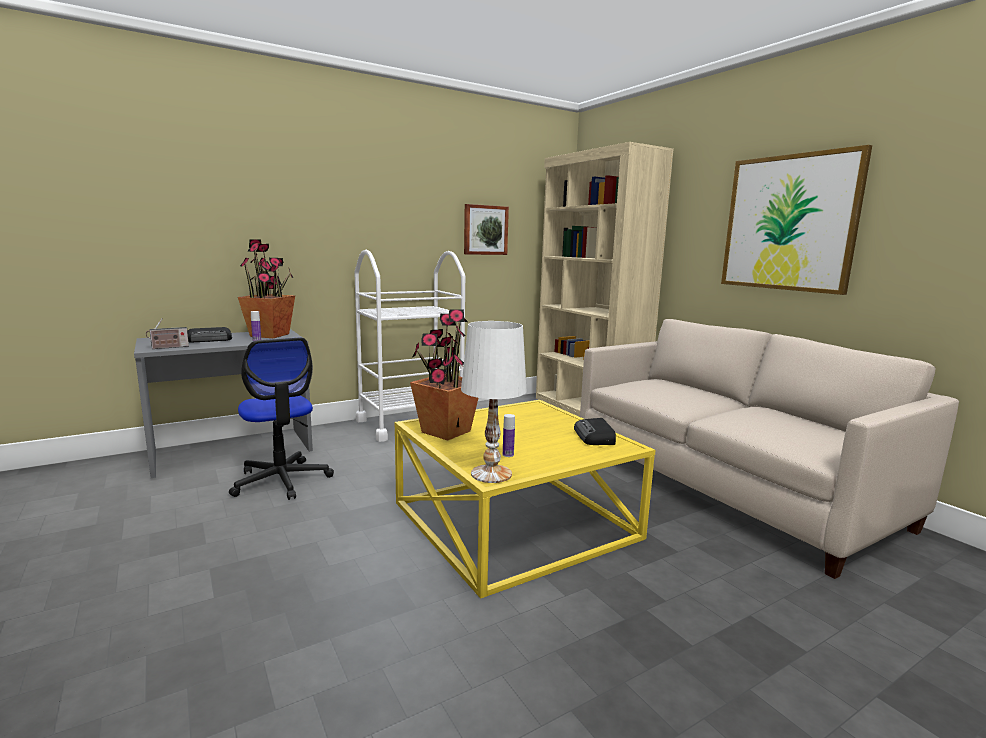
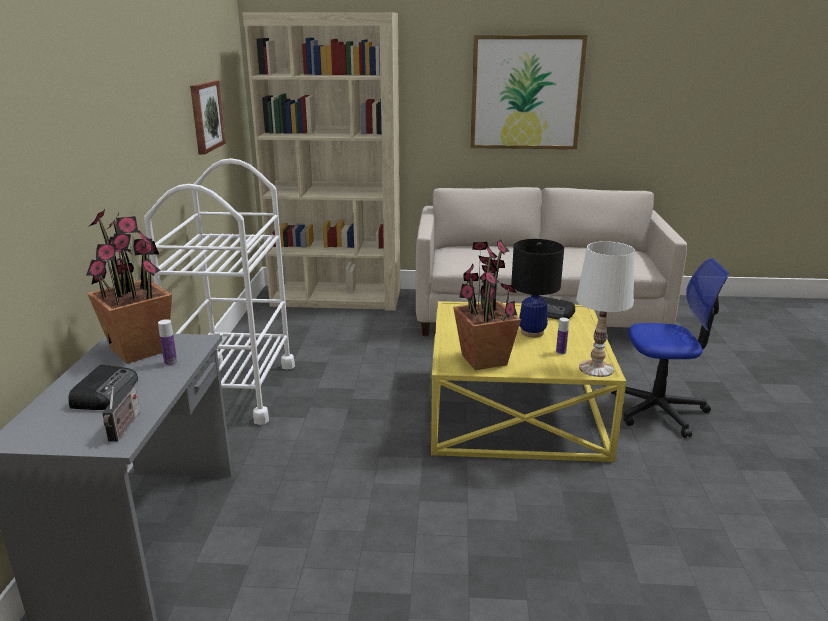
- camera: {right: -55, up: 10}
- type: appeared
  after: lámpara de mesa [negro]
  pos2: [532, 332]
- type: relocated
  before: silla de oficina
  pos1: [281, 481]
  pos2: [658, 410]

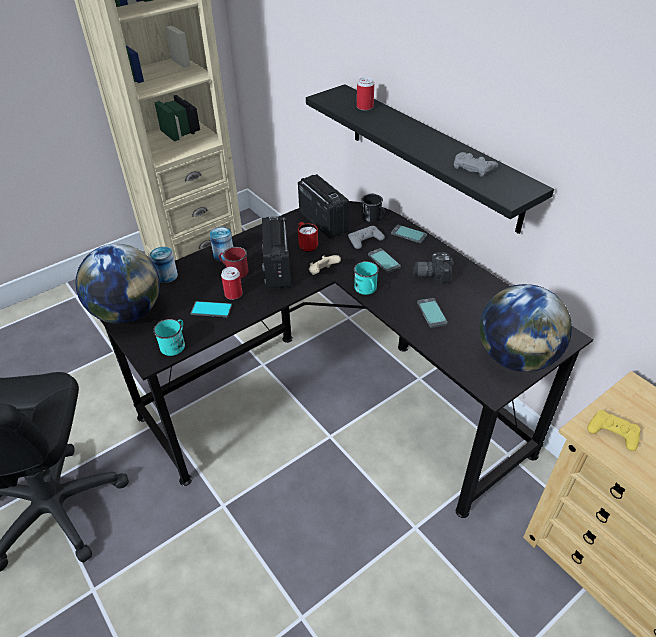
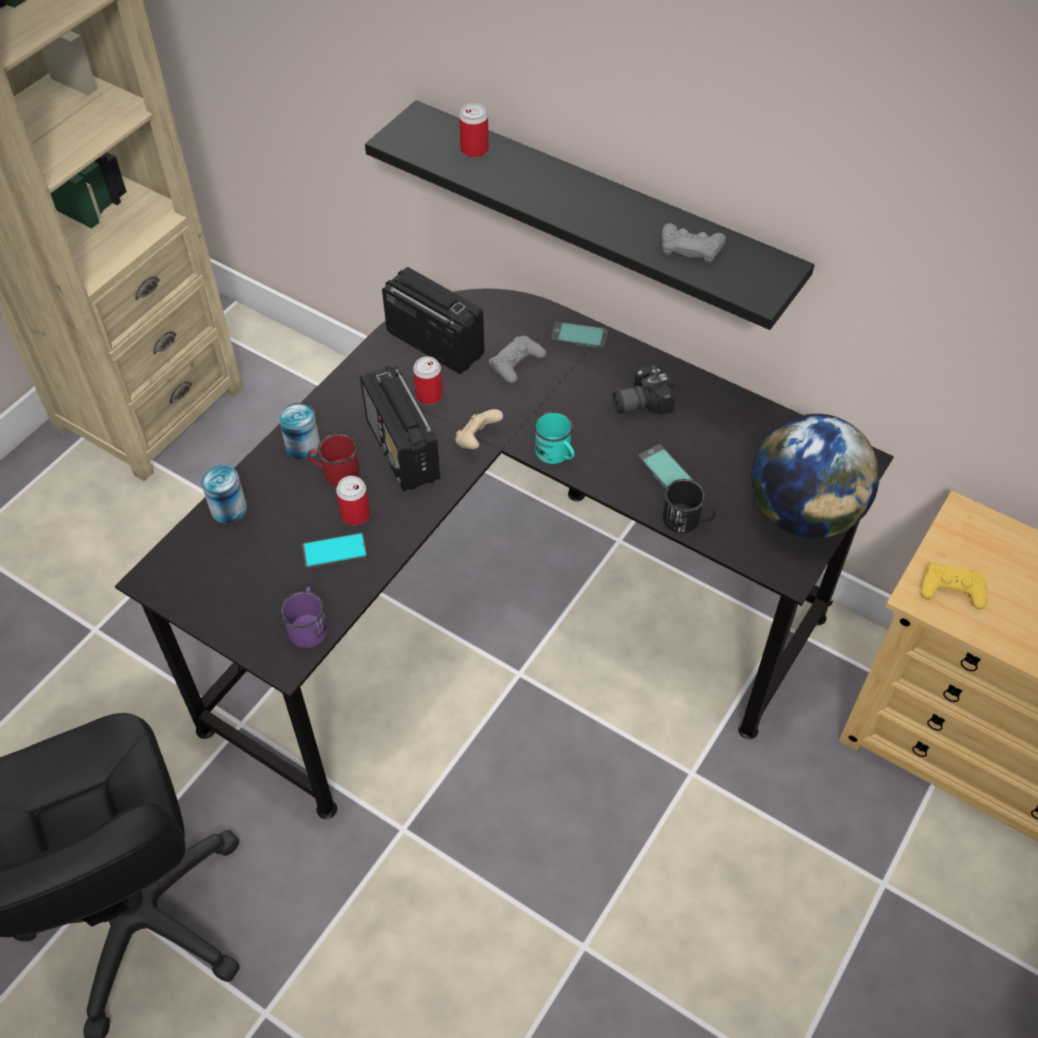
- camera: {right: -20, up: 10}
- type: colour
  before: taza grande [turquesa]
  after: taza grande [morado]
  pos1: [175, 344]
  pos2: [309, 625]
- type: exchanged
  before: taza grande [rojo]
  after: lata
  pos1: [307, 245]
  pos2: [429, 395]
- type: relocated
  before: taza grande [negro]
  pos1: [374, 218]
  pos2: [687, 521]
- type: missing
  before: globo terráqueo
  pos1: [128, 312]
- type: missing
  before: móvil
  pos1: [383, 261]

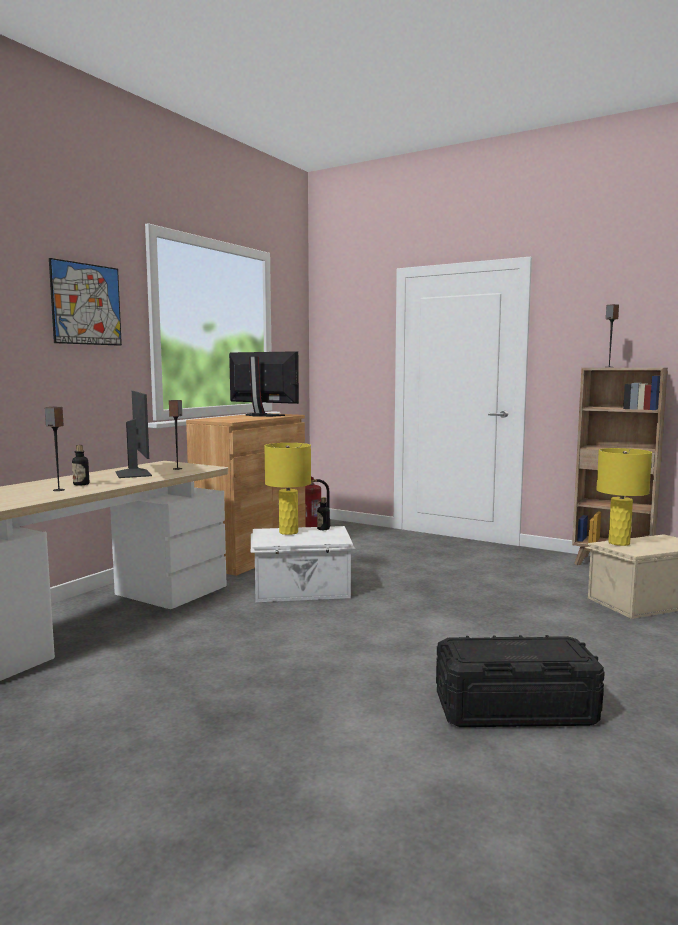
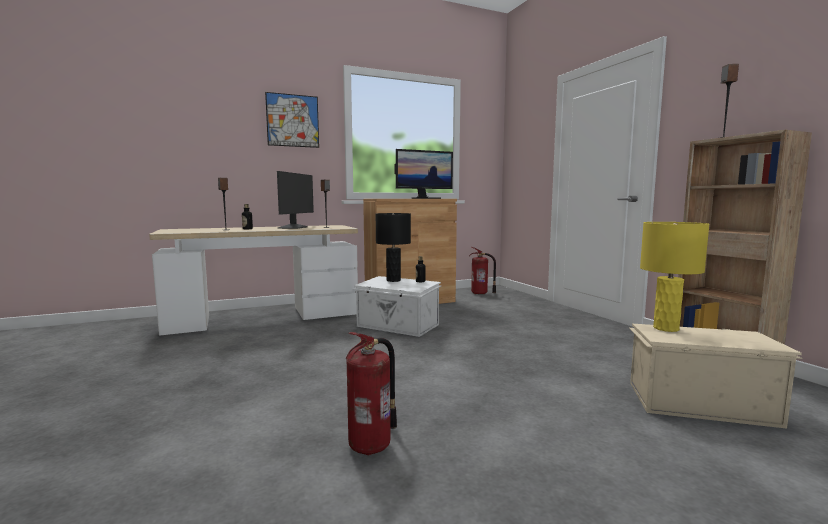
- camera: {right: 35, up: 0}
- type: exchanged
  before: caja de almacenaje [negro]
  after: extintor
  pos1: [515, 709]
  pos2: [372, 445]
- type: colour
  before: lámpara de mesa [amarillo]
  after: lámpara de mesa [negro]
  pos1: [288, 532]
  pos2: [393, 280]
- type: spun
  before: monitor
  pos1: [262, 415]
  pos2: [423, 198]
  turn: 90

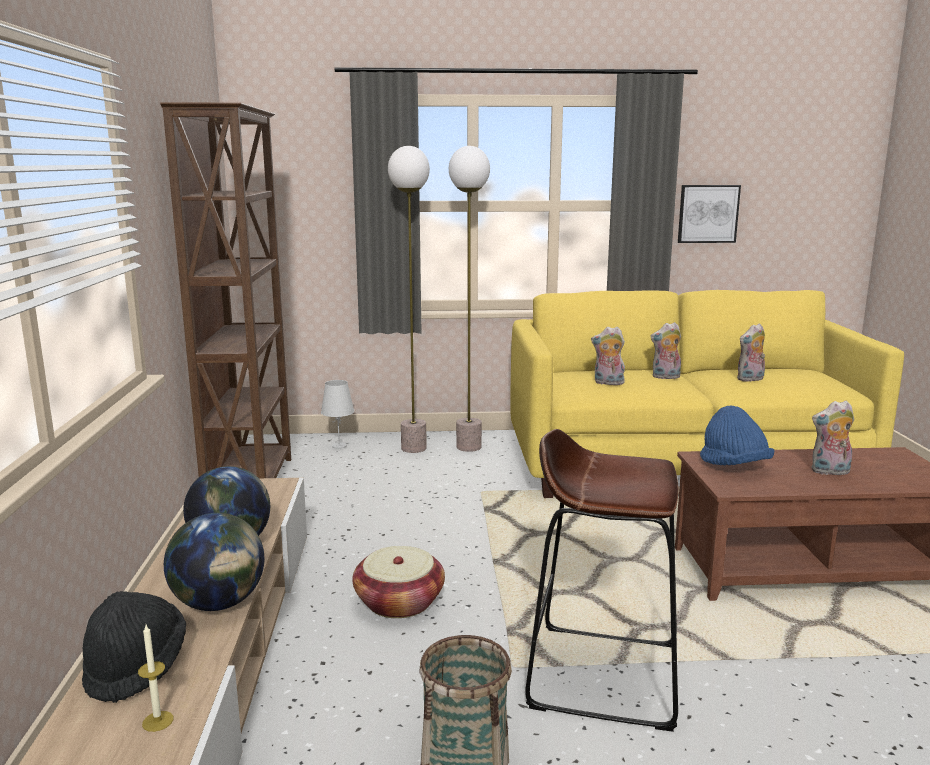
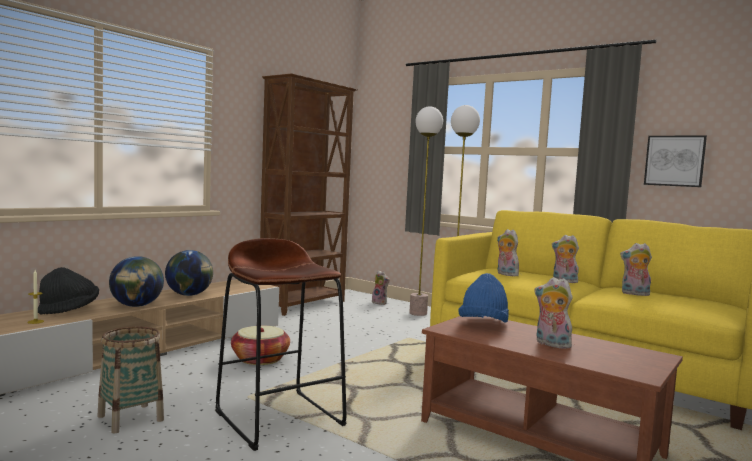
- camera: {right: 40, up: -10}
- type: exchanged
  before: lámpara de mesa [blanco]
  after: peluche
  pos1: [339, 446]
  pos2: [380, 303]

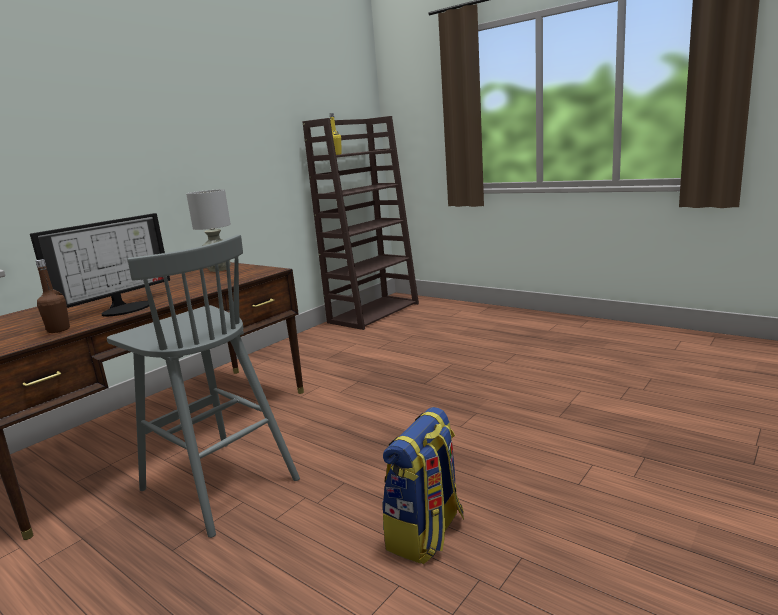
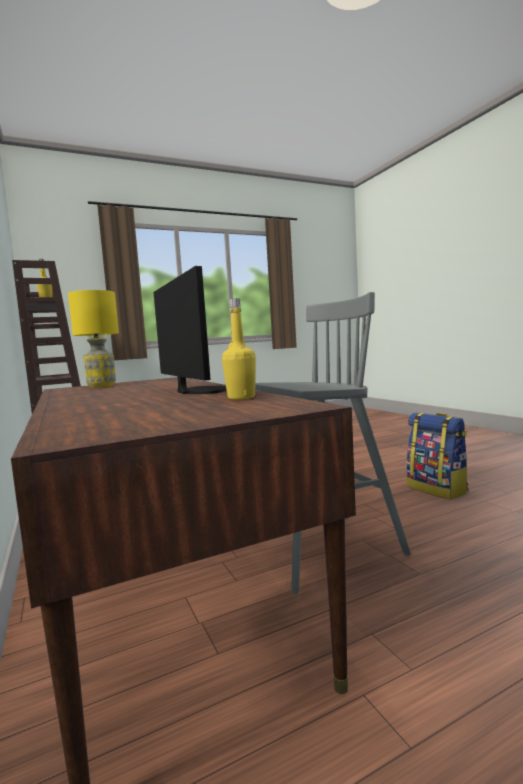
- camera: {right: -65, up: -10}
- type: colour
  before: lámpara de mesa [gris]
  after: lámpara de mesa [amarillo]
  pos1: [219, 269]
  pos2: [101, 386]
- type: colour
  before: botella [marrón]
  after: botella [amarillo]
  pos1: [58, 330]
  pos2: [241, 397]

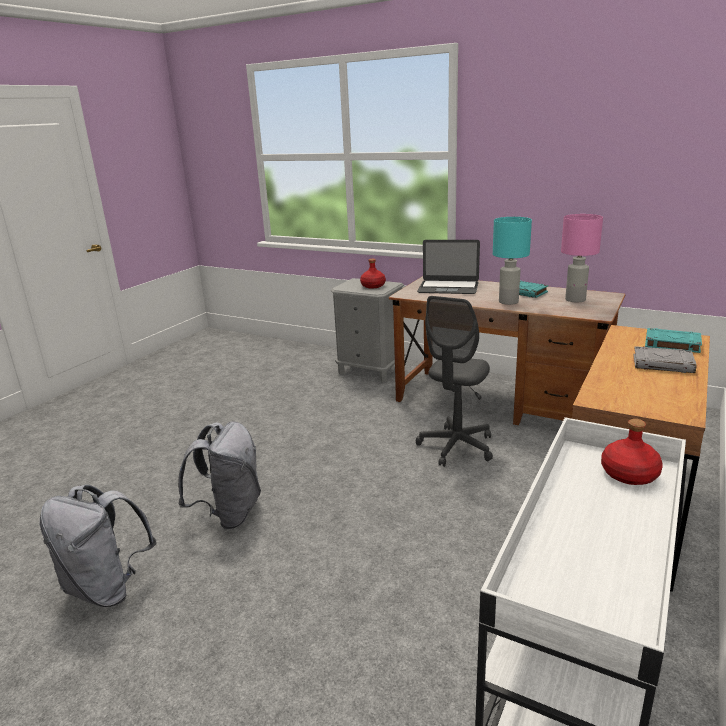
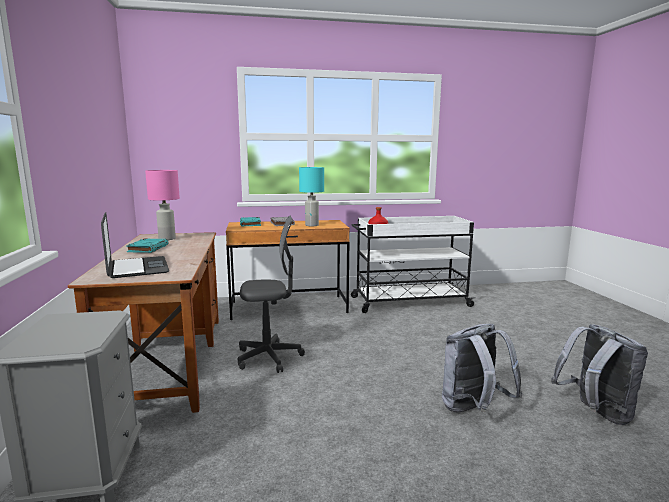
- camera: {right: -130, up: -10}
- type: relocated
  before: lámpara de mesa [turquesa]
  pos1: [508, 302]
  pos2: [312, 225]
- type: missing
  before: botella [rojo]
  pos1: [373, 286]

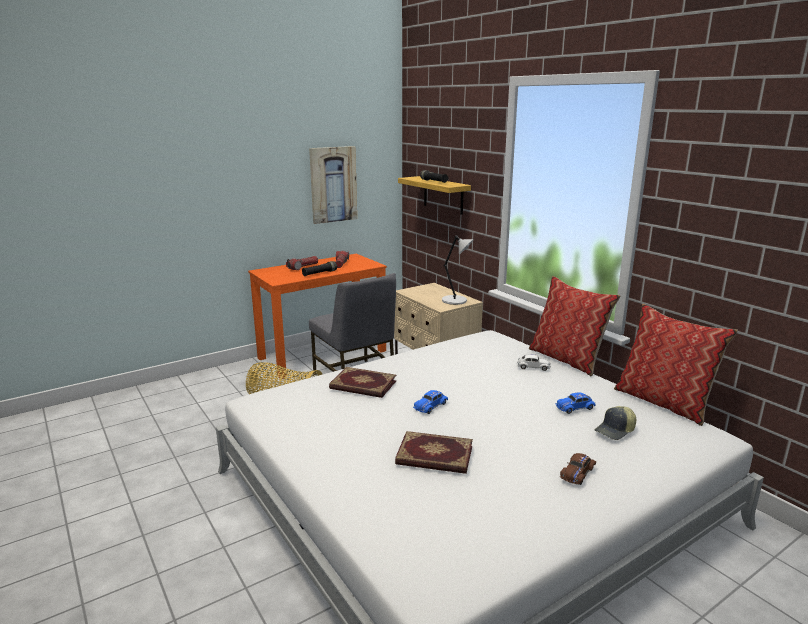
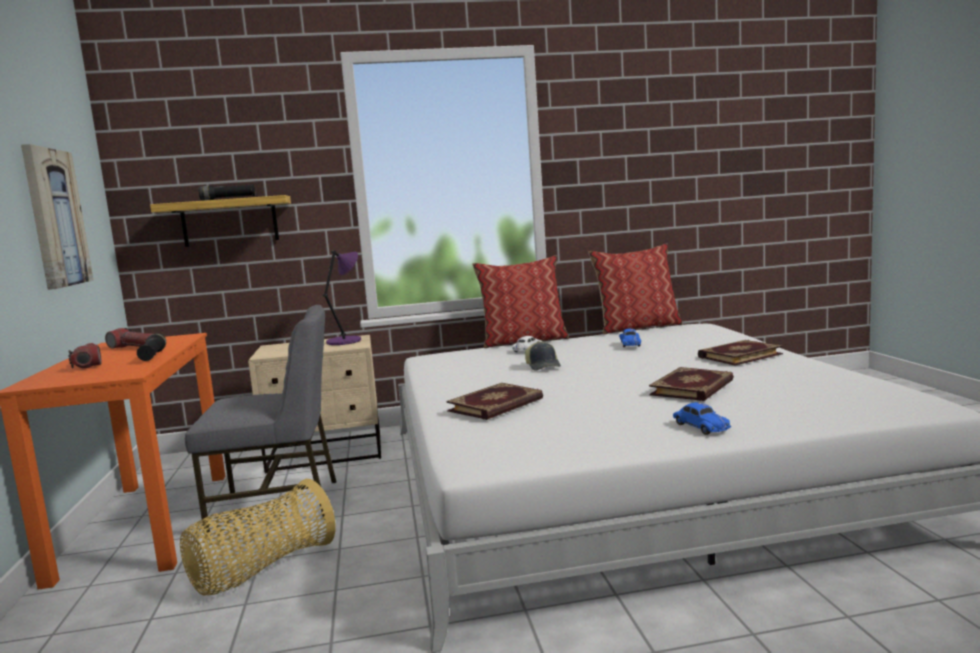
- camera: {right: -65, up: -10}
- type: colour
  before: lámpara de mesa [gris]
  after: lámpara de mesa [morado]
  pos1: [456, 300]
  pos2: [346, 341]
- type: relocated
  before: gorra
  pos1: [615, 431]
  pos2: [543, 366]
- type: relocated
  before: coche de juguete [azul]
  pos1: [430, 406]
  pos2: [701, 427]
- type: exchanged
  before: coche de juguete [marrón]
  after: libro
  pos1: [577, 473]
  pos2: [739, 355]

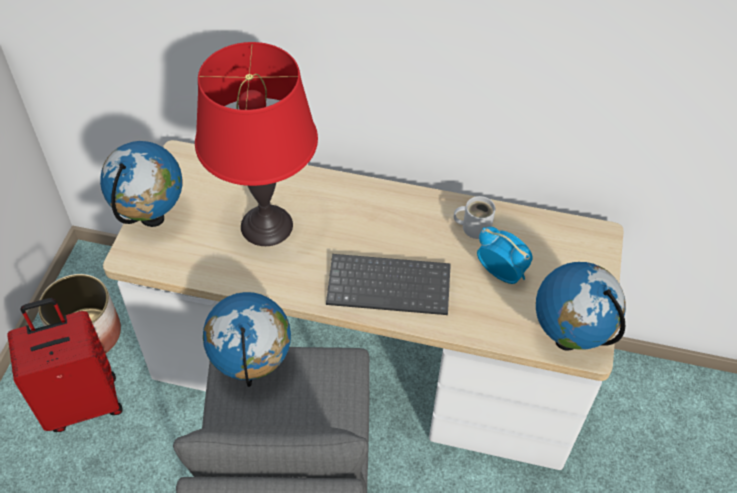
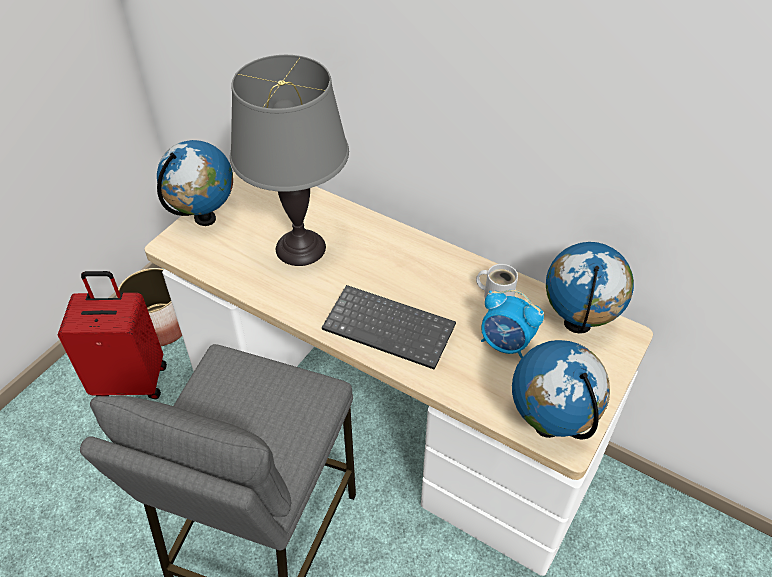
- camera: {right: 20, up: -5}
- type: colour
  before: lámpara de mesa [rojo]
  after: lámpara de mesa [gris]
  pos1: [266, 225]
  pos2: [300, 248]
- type: spun
  before: despertador
  pos1: [501, 272]
  pos2: [506, 344]
  turn: 150
- type: relocated
  before: globo terráqueo
  pos1: [253, 368]
  pos2: [577, 324]

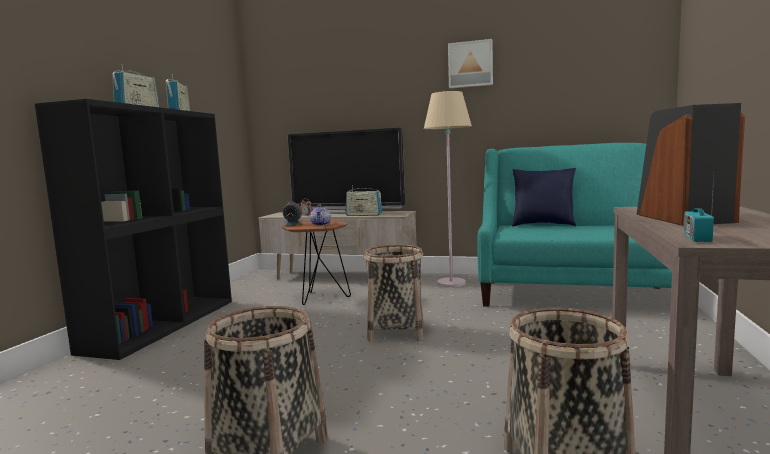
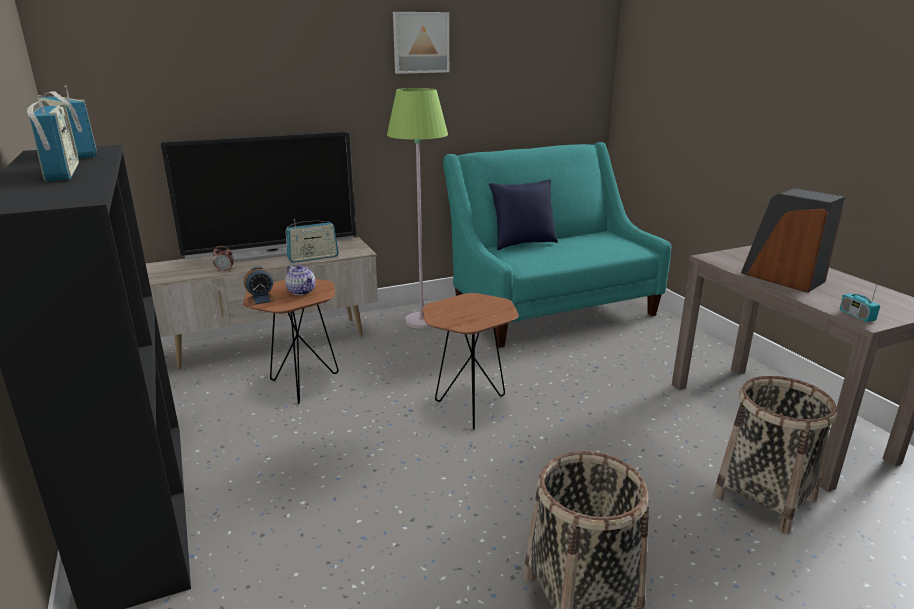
- camera: {right: -40, up: 15}
- type: colour
  before: lámpara de pie [beis]
  after: lámpara de pie [verde]
  pos1: [451, 283]
  pos2: [421, 321]
- type: exchanged
  before: cesta
  after: mesa auxiliar [marrón]
  pos1: [396, 331]
  pos2: [469, 409]

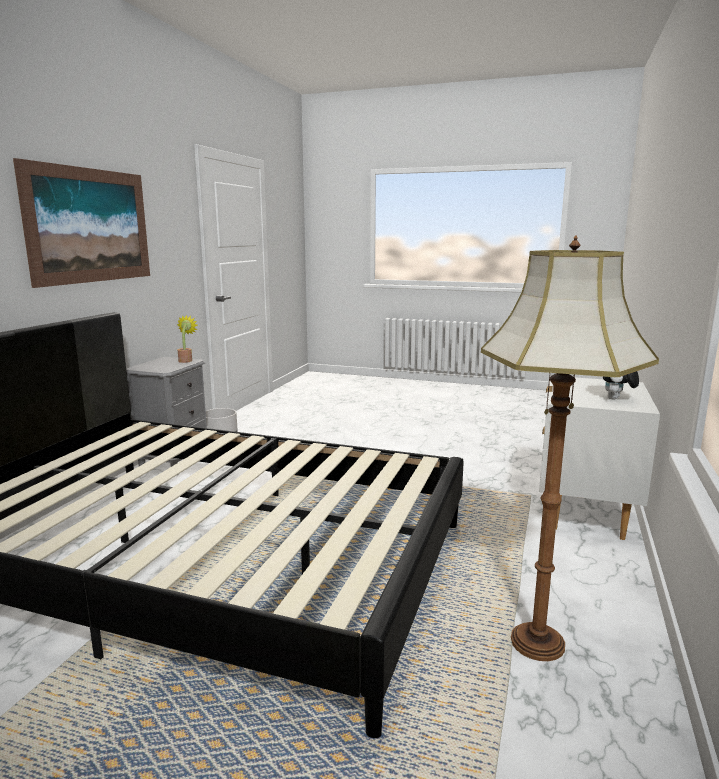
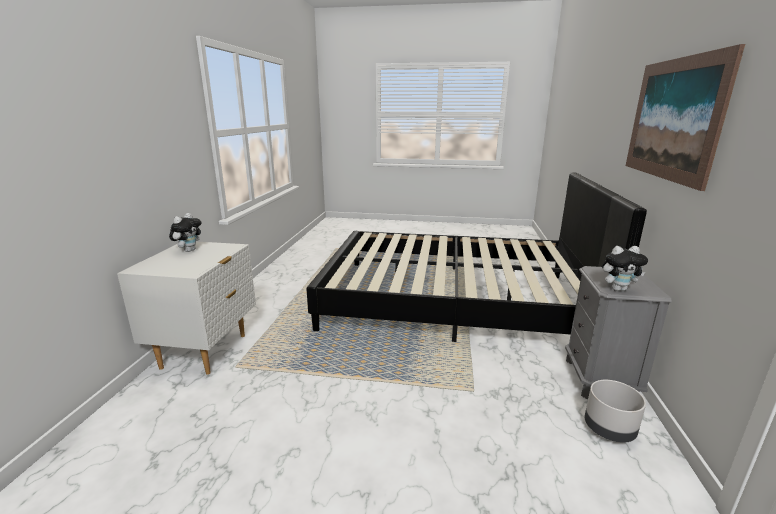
- camera: {right: 170, up: 5}
- type: exchanged
  before: planta en maceta
  after: peluche
  pos1: [186, 360]
  pos2: [618, 289]
- type: missing
  before: lámpara de pie
  pos1: [539, 643]

